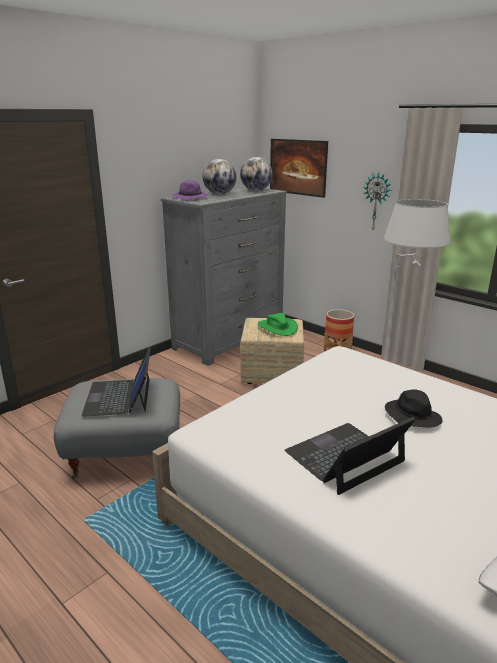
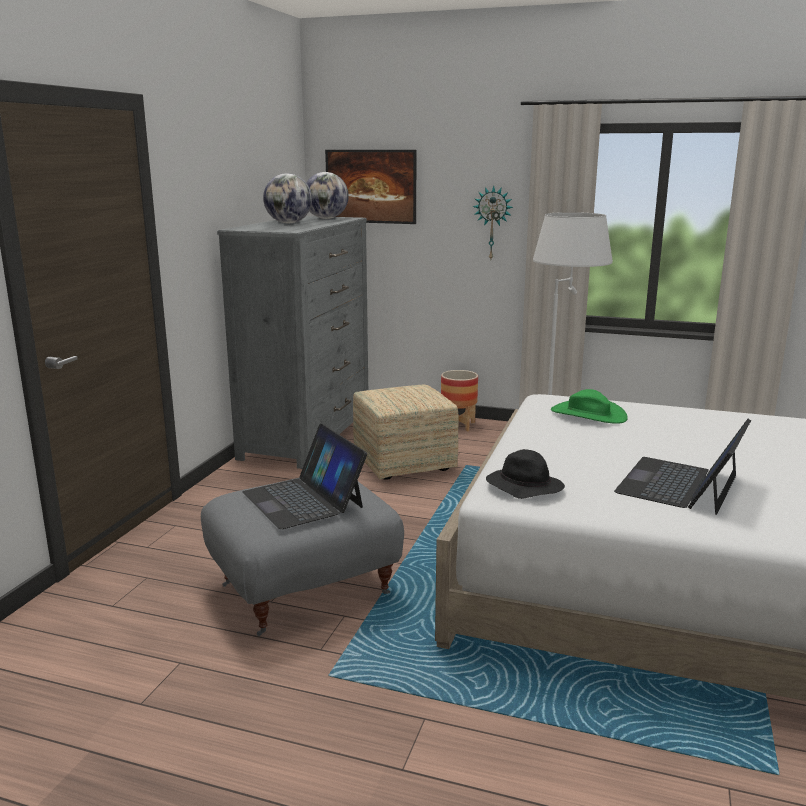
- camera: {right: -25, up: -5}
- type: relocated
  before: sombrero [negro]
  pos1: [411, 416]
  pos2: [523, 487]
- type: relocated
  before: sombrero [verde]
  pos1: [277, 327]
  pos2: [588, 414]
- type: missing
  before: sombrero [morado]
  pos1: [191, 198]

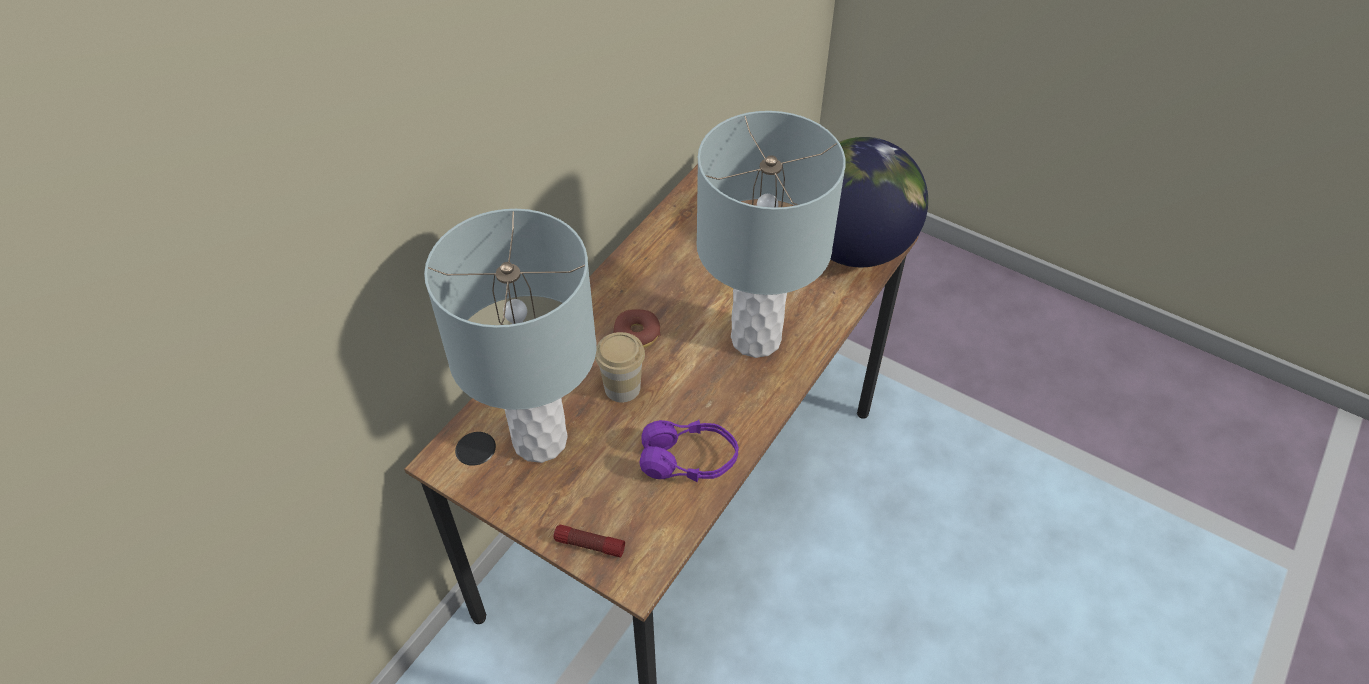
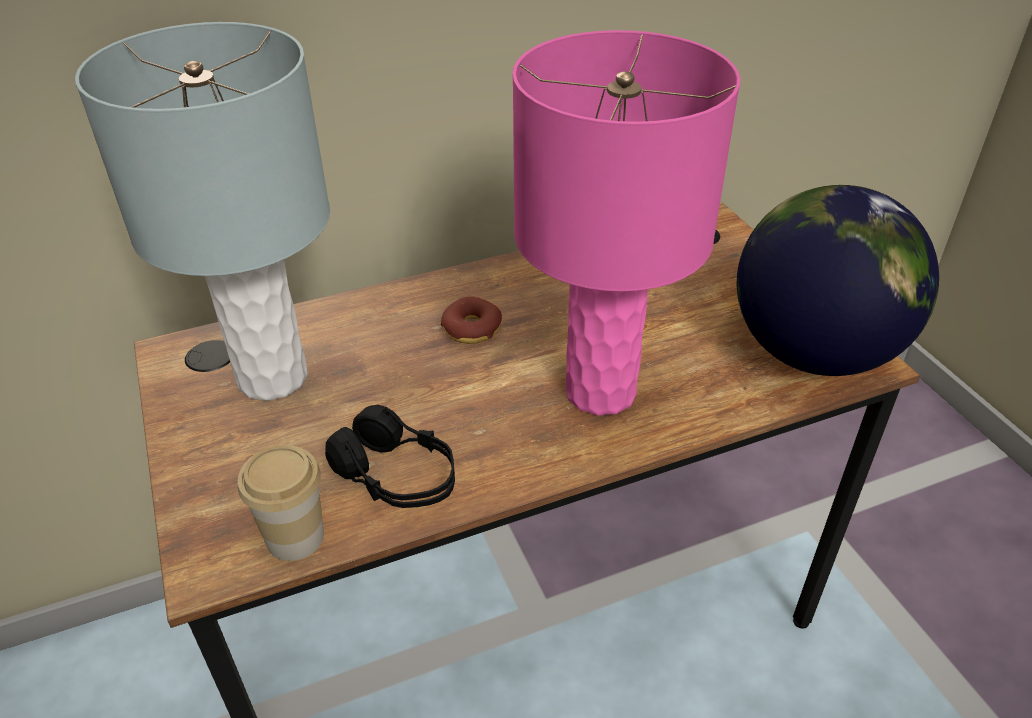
- camera: {right: 35, up: -10}
- type: relocated
  before: taza
  pos1: [622, 387]
  pos2: [295, 537]
- type: colour
  before: auriculares [morado]
  after: auriculares [negro]
  pos1: [689, 460]
  pos2: [397, 477]
- type: colour
  before: lámpara de mesa [gris]
  after: lámpara de mesa [rosa]
  pos1: [755, 338]
  pos2: [599, 391]
- type: missing
  before: linterna
  pos1: [589, 545]

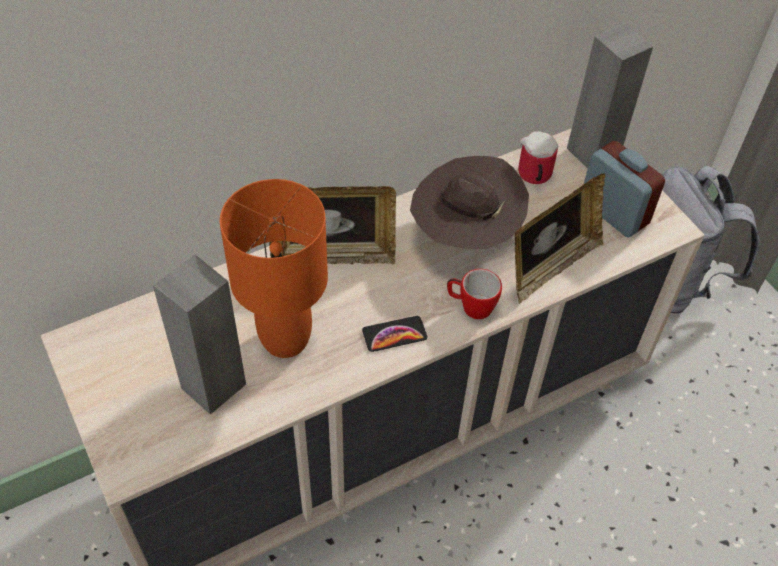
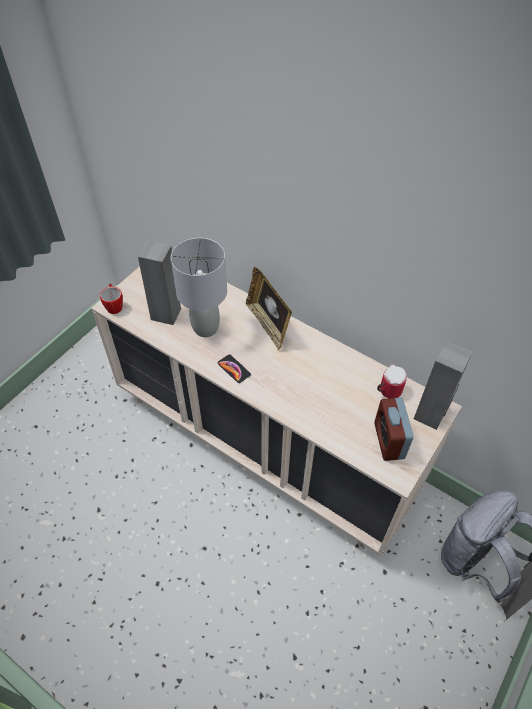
- camera: {right: 65, up: 0}
- type: relocated
  before: taza grande
  pos1: [471, 306]
  pos2: [114, 305]
- type: colour
  before: lámpara de mesa [naranja]
  after: lámpara de mesa [gris]
  pos1: [285, 340]
  pos2: [205, 328]
- type: spun
  before: despertador
  pos1: [614, 212]
  pos2: [389, 441]
  turn: 150
- type: missing
  before: sombrero [marrón]
  pos1: [465, 234]
- type: missing
  before: portarretratos
  pos1: [550, 266]

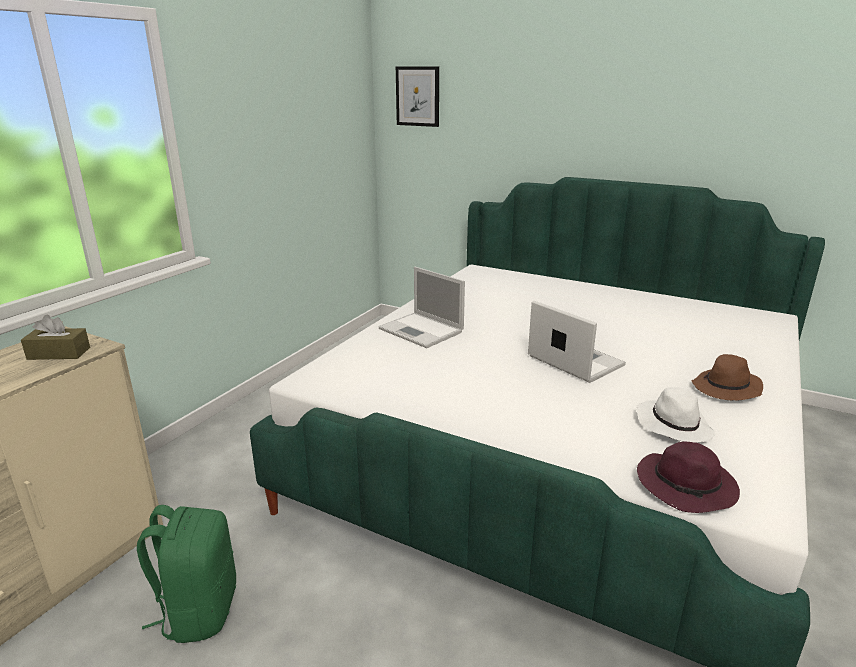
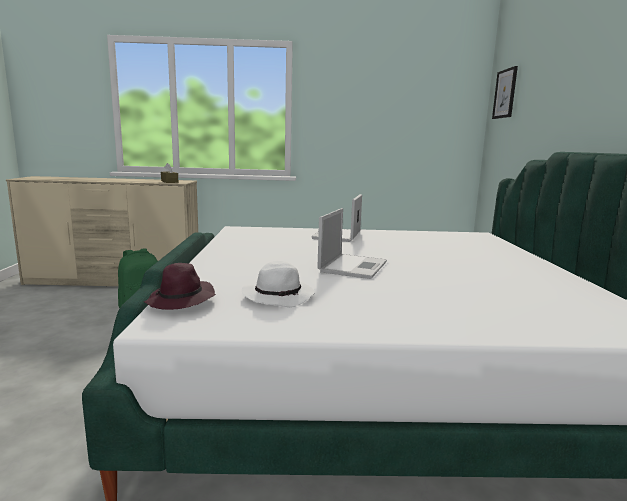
- camera: {right: 60, up: -10}
- type: missing
  before: sombrero [marrón]
  pos1: [726, 389]

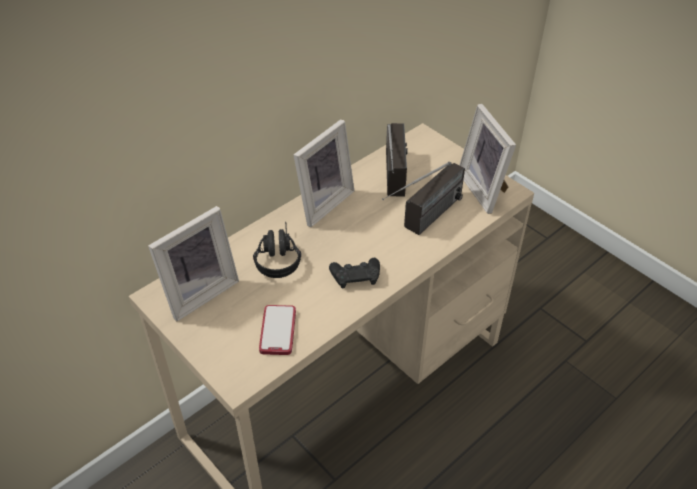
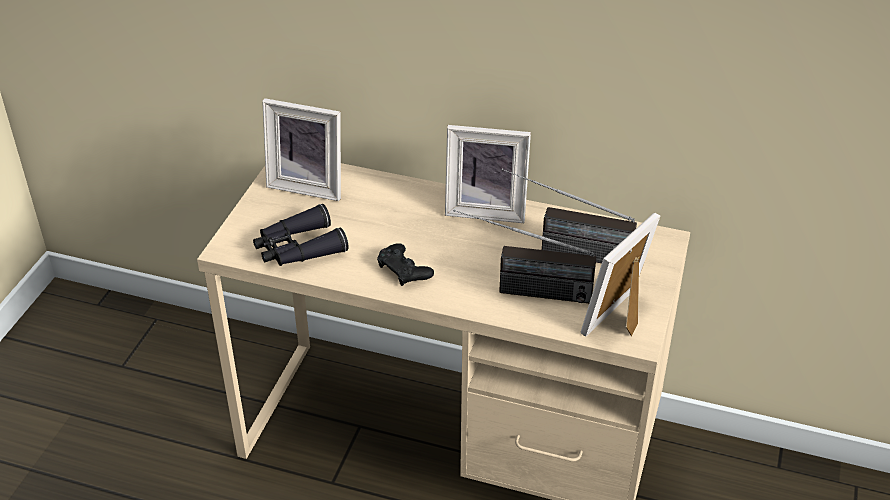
- camera: {right: 60, up: -5}
- type: exchanged
  before: móvil
  after: prismáticos [negro]
  pos1: [278, 331]
  pos2: [298, 248]
- type: spun
  before: radio
  pos1: [397, 185]
  pos2: [562, 250]
  turn: 45
- type: missing
  before: auriculares [negro]
  pos1: [277, 256]

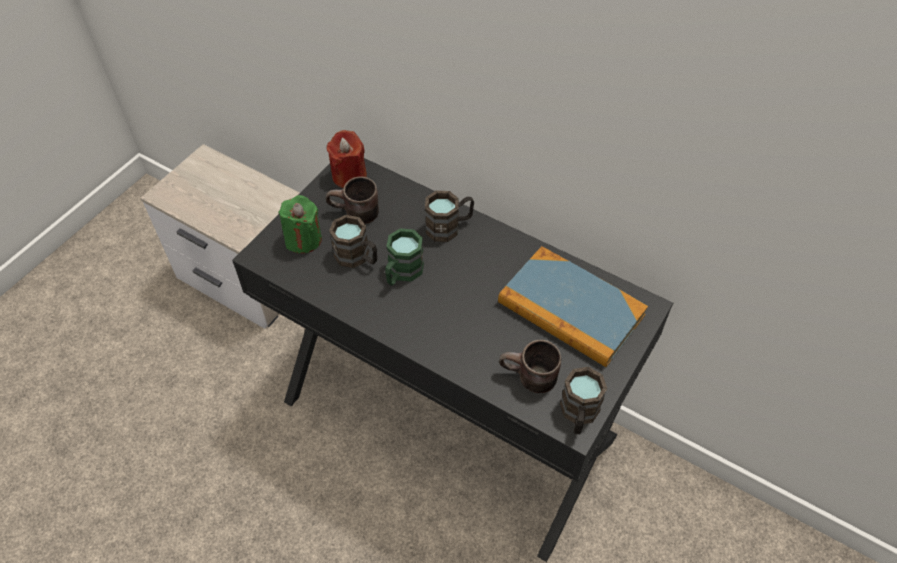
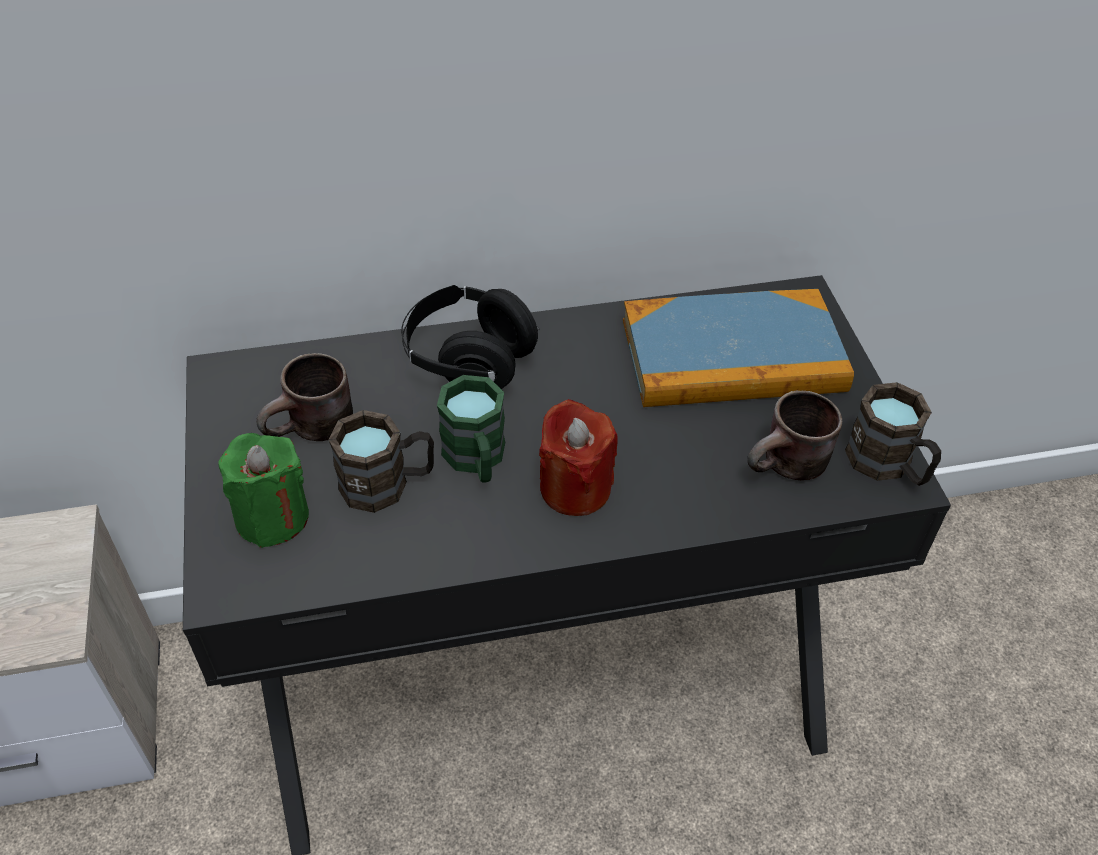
- camera: {right: -45, up: -5}
- type: exchanged
  before: taza grande [marrón]
  after: auriculares [negro]
  pos1: [449, 227]
  pos2: [468, 360]
- type: relocated
  before: vela [rojo]
  pos1: [349, 176]
  pos2: [575, 488]

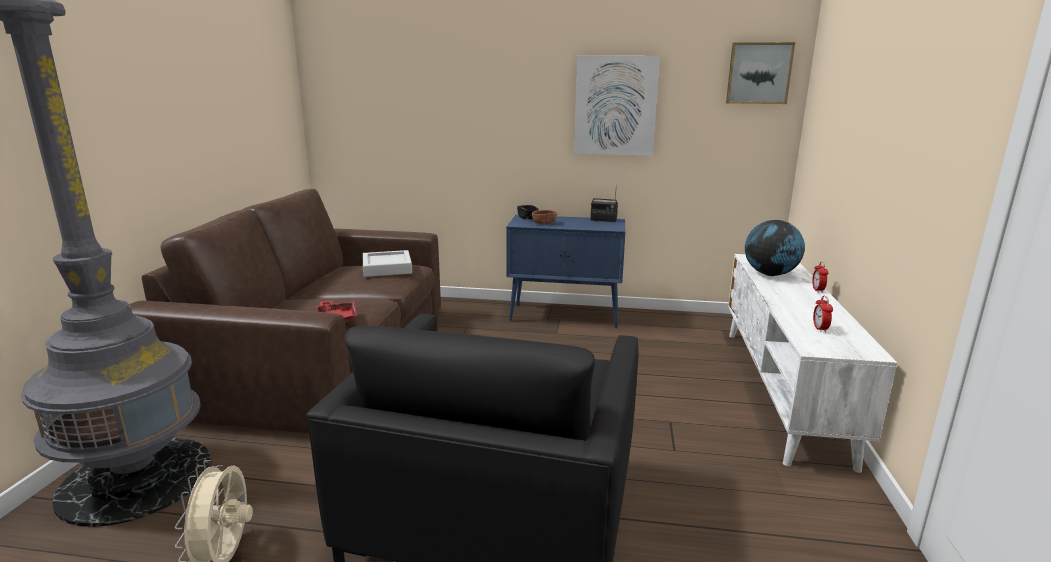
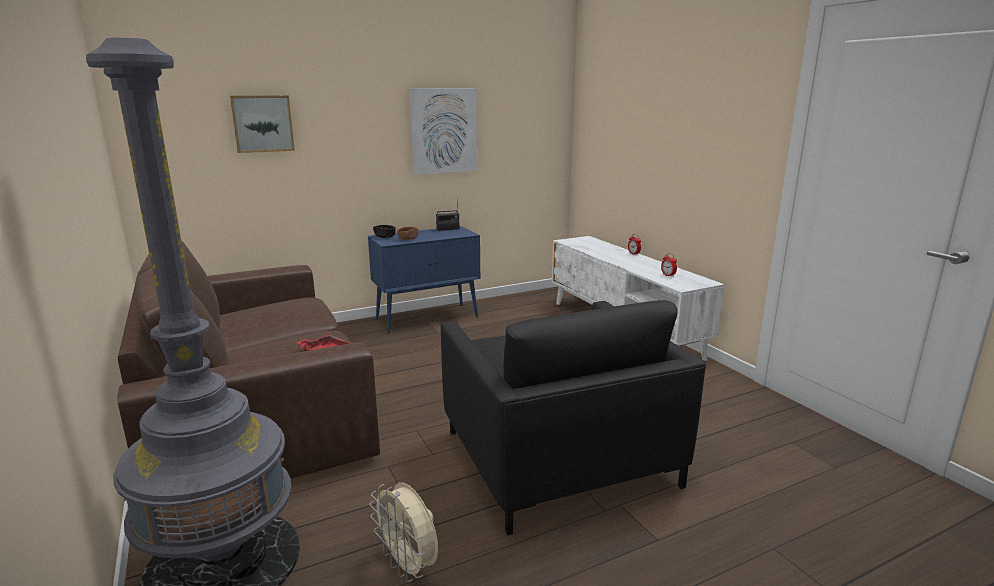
- camera: {right: -35, up: 0}
- type: relocated
  before: cuadro
  pos1: [758, 73]
  pos2: [262, 123]
- type: missing
  before: bandeja [gris]
  pos1: [387, 268]
- type: missing
  before: globo terráqueo
  pos1: [770, 274]

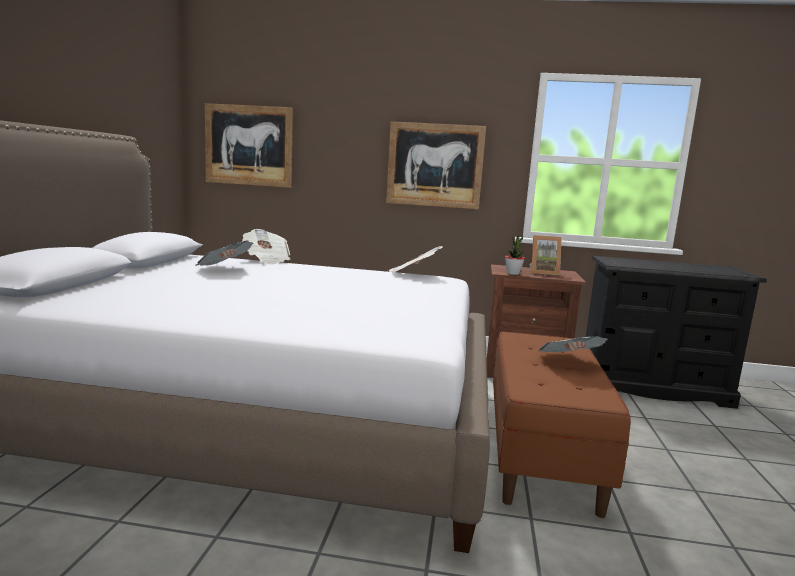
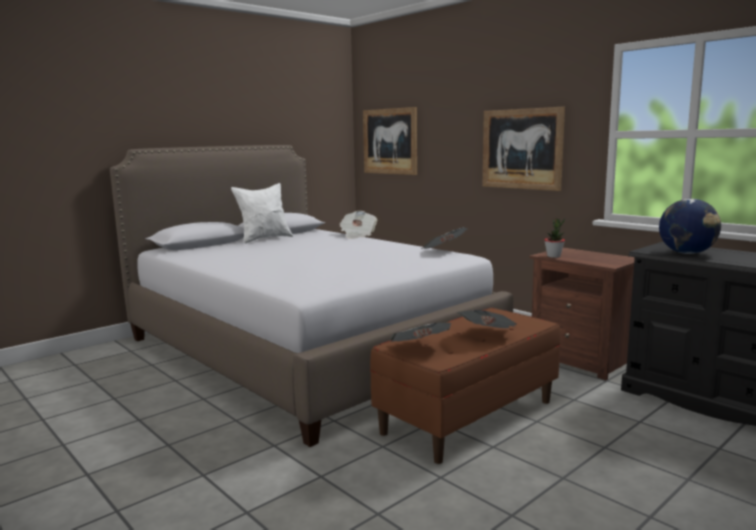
- camera: {right: 40, up: 0}
- type: appeared
  after: cojín [blanco]
  pos2: [264, 239]
- type: relocated
  before: periódico
  pos1: [224, 269]
  pos2: [419, 349]
- type: appeared
  after: globo terráqueo
  pos2: [687, 253]
- type: missing
  before: portarretratos
  pos1: [543, 273]

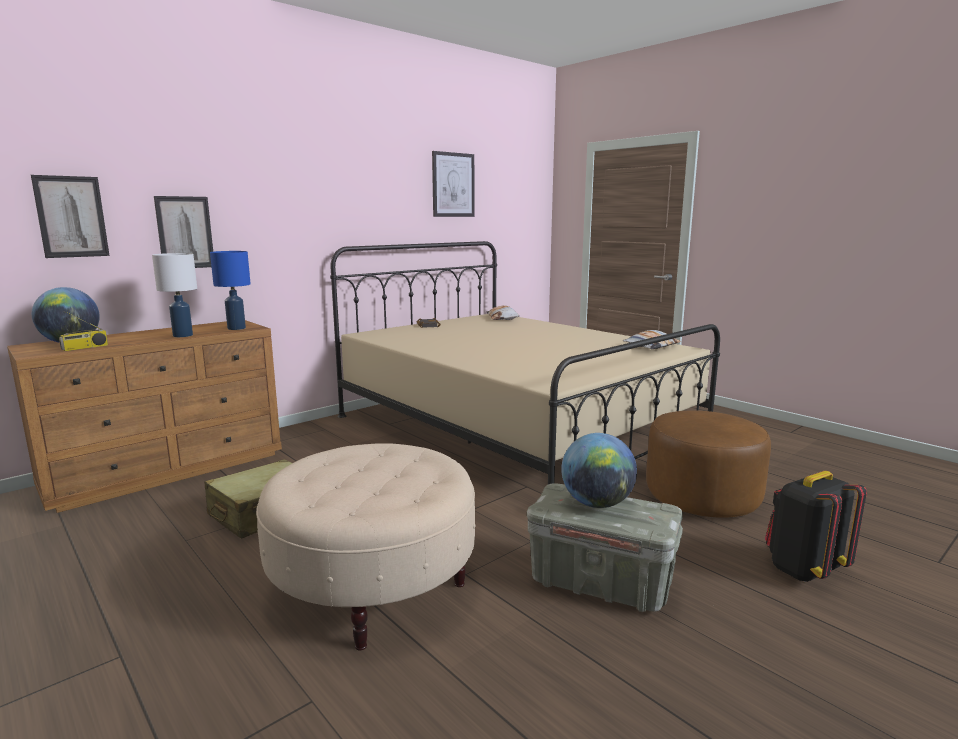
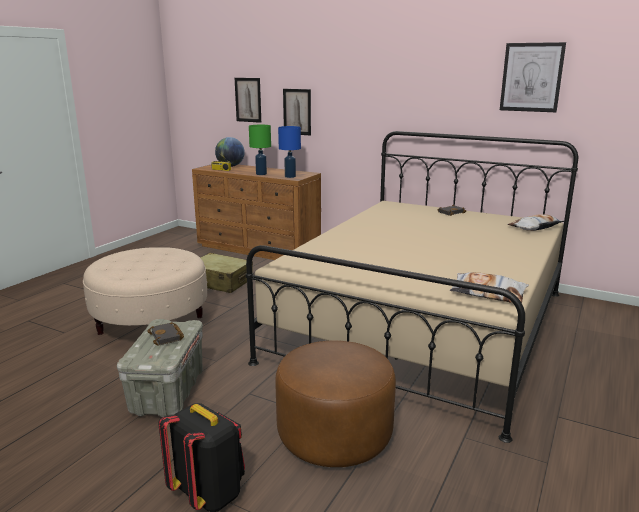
- camera: {right: 70, up: 5}
- type: exchanged
  before: globo terráqueo
  after: libro [negro]
  pos1: [597, 503]
  pos2: [167, 337]
- type: colour
  before: lámpara de mesa [blanco]
  after: lámpara de mesa [verde]
  pos1: [183, 335]
  pos2: [261, 174]

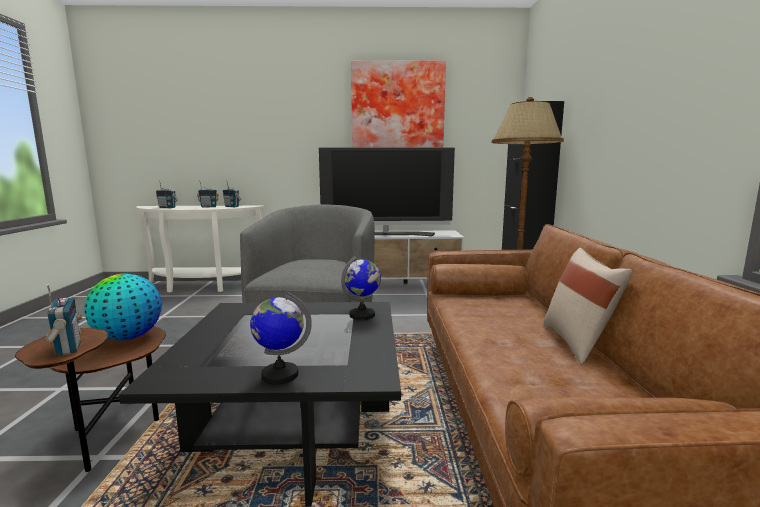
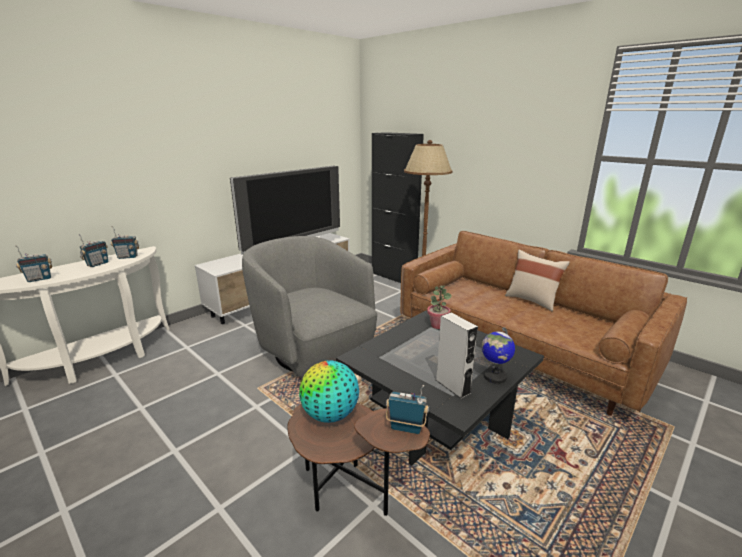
- camera: {right: -45, up: 10}
- type: exchanged
  before: globo terráqueo
  after: planta en maceta
  pos1: [362, 315]
  pos2: [437, 325]
- type: appeared
  after: altavoz [gris]
  pos2: [453, 386]
- type: missing
  before: cuadro
  pos1: [397, 111]

